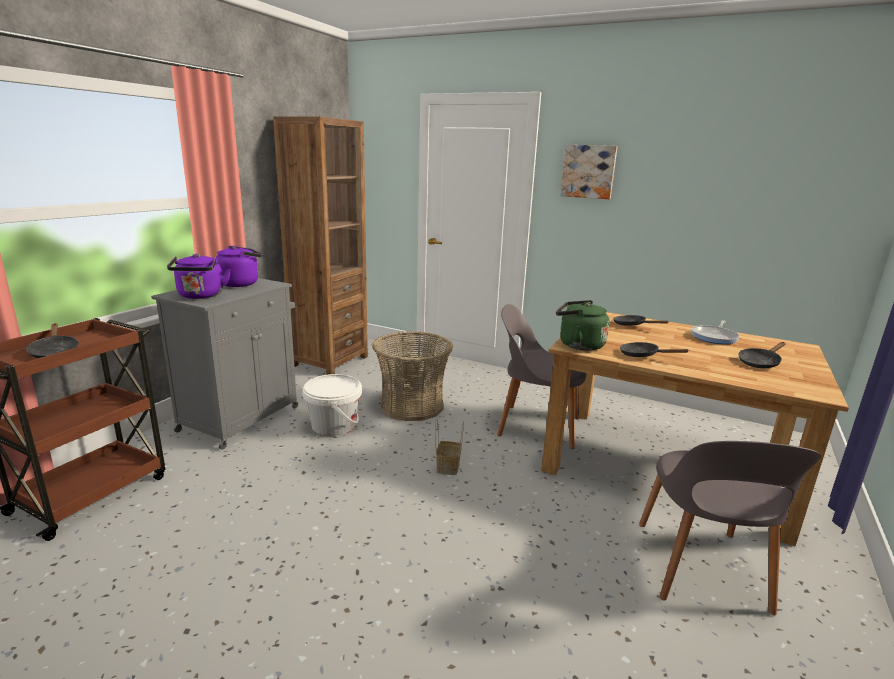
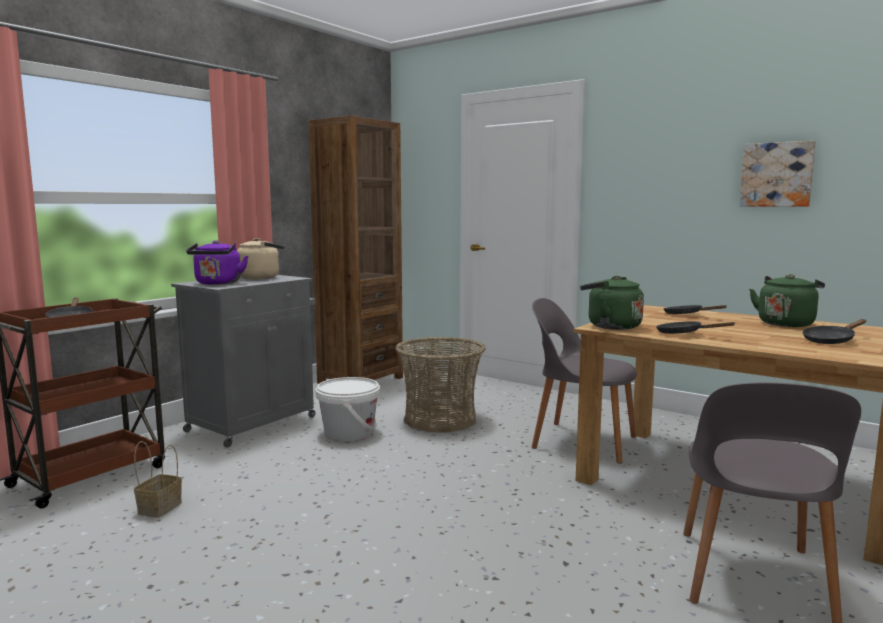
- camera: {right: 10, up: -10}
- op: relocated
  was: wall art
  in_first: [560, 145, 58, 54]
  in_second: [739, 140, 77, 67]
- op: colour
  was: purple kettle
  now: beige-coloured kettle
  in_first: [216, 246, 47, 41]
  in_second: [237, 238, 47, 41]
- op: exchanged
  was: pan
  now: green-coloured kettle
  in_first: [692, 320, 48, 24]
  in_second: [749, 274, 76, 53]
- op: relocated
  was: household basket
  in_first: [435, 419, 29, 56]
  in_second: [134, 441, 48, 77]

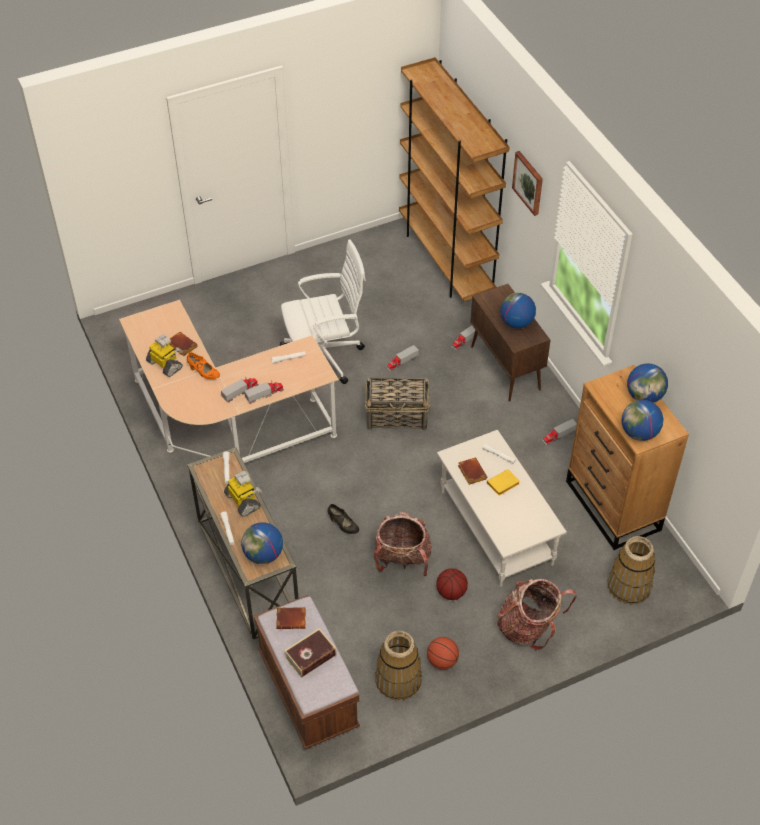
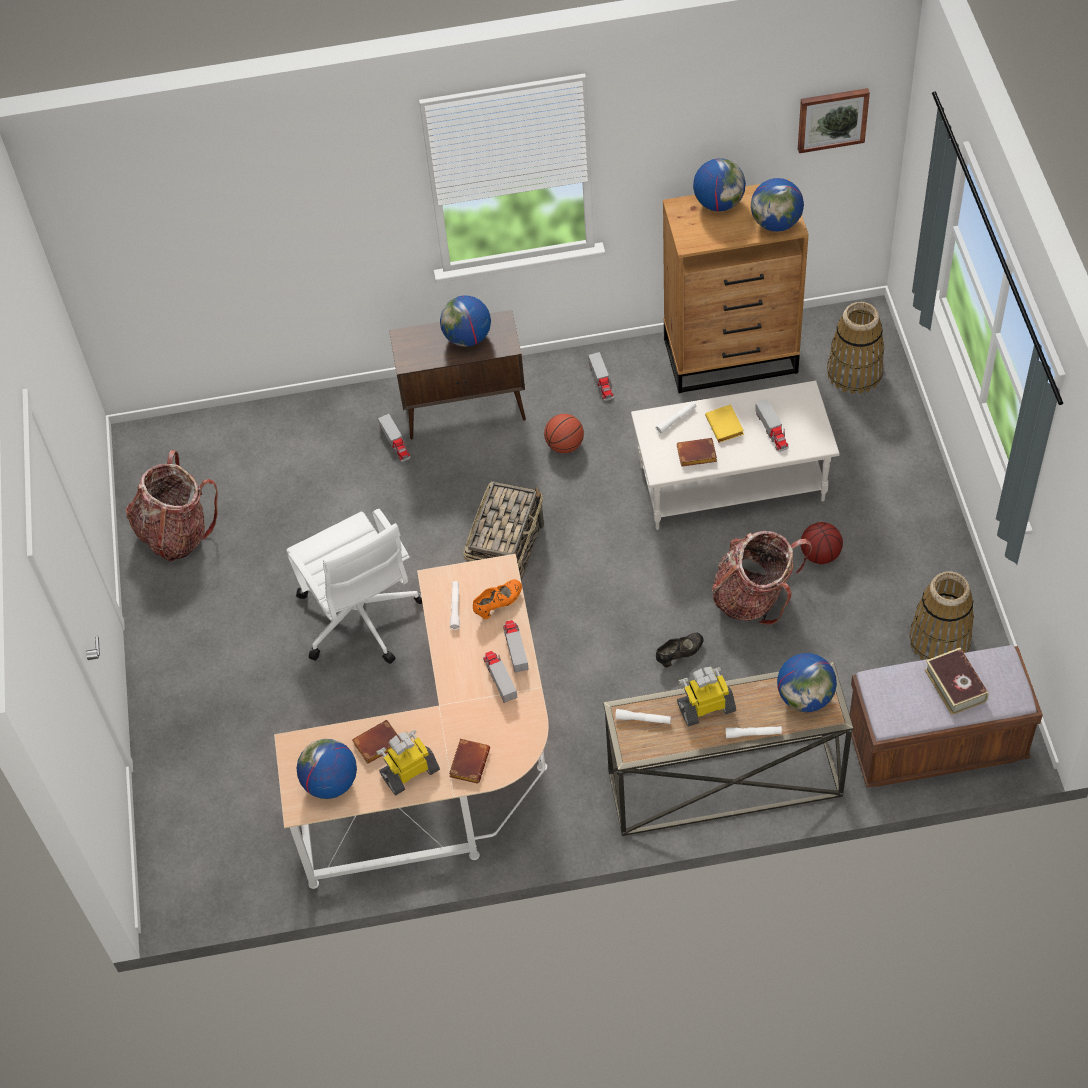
- camera: {right: -70, up: 5}
- op: missing
  was: brown bookshelf
  in_first: [399, 57, 111, 245]
- op: relocated
  was: wall art
  in_first: [512, 151, 31, 65]
  in_second: [798, 88, 72, 65]
- op: spun
  was: white desk chair
  in_first: [280, 239, 86, 145]
  in_second: [286, 509, 136, 155]
  clockwise: 150
- op: relocated
  was: toy truck
  in_first: [386, 345, 33, 26]
  in_second: [755, 399, 34, 53]
- op: relocated
  was: orange low shoe
  in_first: [187, 352, 33, 27]
  in_second: [473, 579, 49, 40]
- op: relocated
  was: rucksack
  in_first: [497, 579, 80, 71]
  in_second: [126, 450, 92, 111]
- op: relocated
  was: brown bound book
  in_first: [276, 607, 30, 22]
  in_second: [449, 739, 41, 45]
- op: relocated
  was: basketball
  in_first: [427, 637, 32, 33]
  in_second: [544, 414, 40, 39]
- op: appeared
  now: world globe
  in_second: [297, 739, 60, 60]

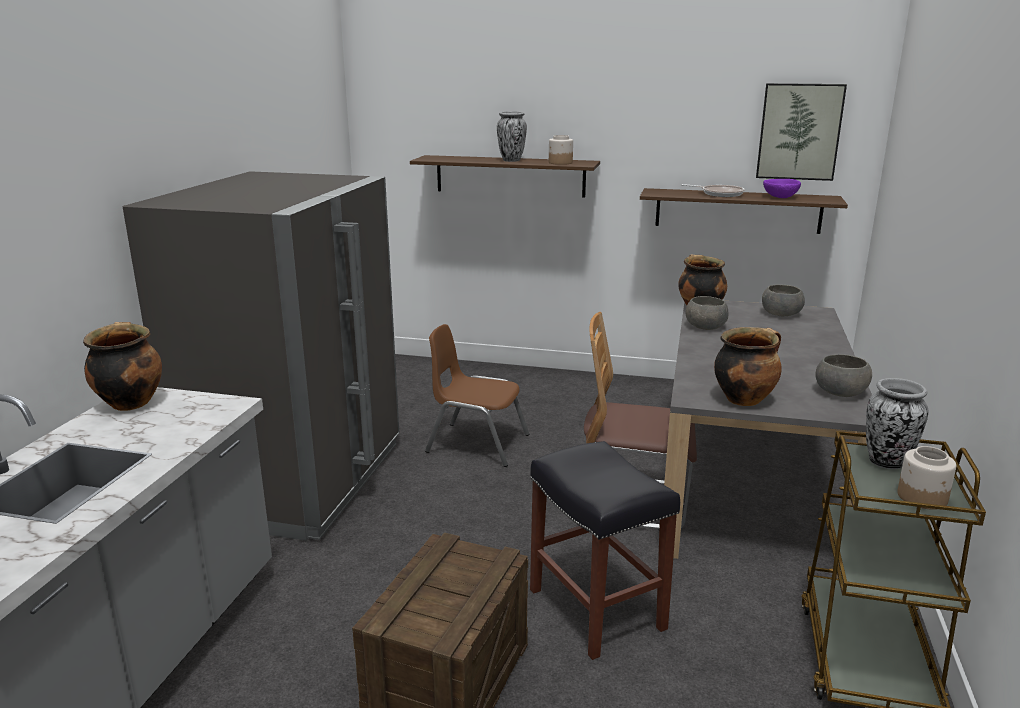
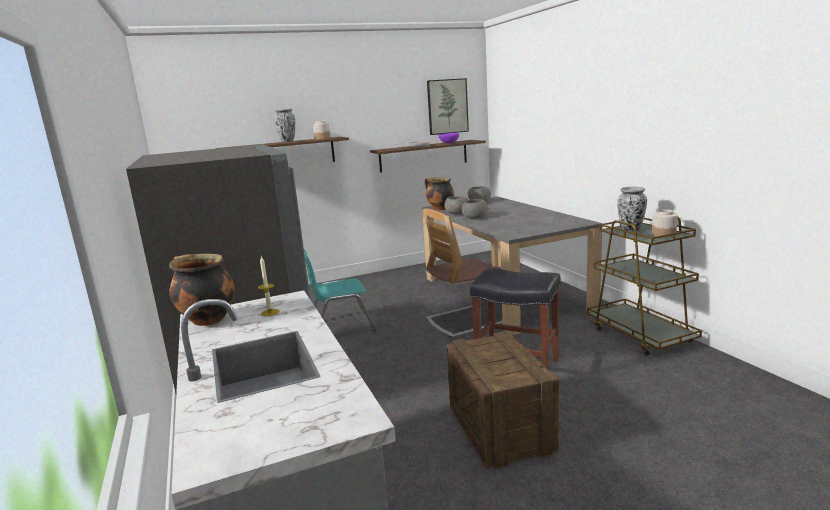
- camera: {right: -35, up: -5}
- op: colour
  was: brown chair
  now: turquoise-coloured chair
  in_first: [425, 324, 104, 143]
  in_second: [304, 250, 73, 81]
- op: missing
  was: saucepot
  in_first: [714, 327, 68, 79]
- op: relocated
  was: greyish deep dish
  in_first: [815, 354, 57, 43]
  in_second: [462, 199, 26, 20]
- op: appeared
  now: wax light
  in_second: [258, 256, 22, 60]

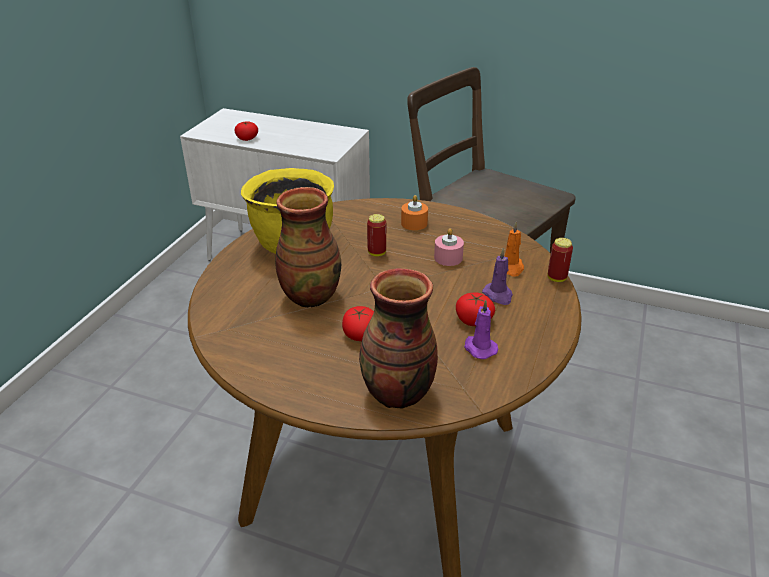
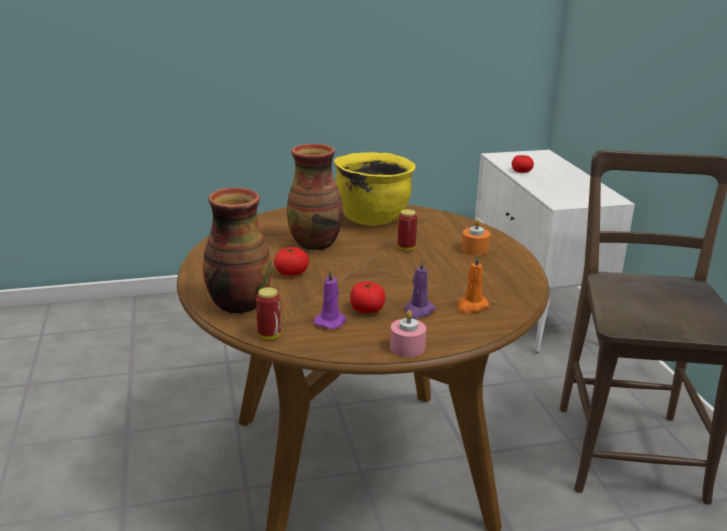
- camera: {right: 55, up: -10}
- op: relocated
  was: pinkish wax light
  in_first: [434, 228, 30, 38]
  in_second: [390, 310, 36, 47]
- op: relocated
  was: metal can
  in_first: [548, 238, 25, 44]
  in_second: [256, 287, 25, 52]

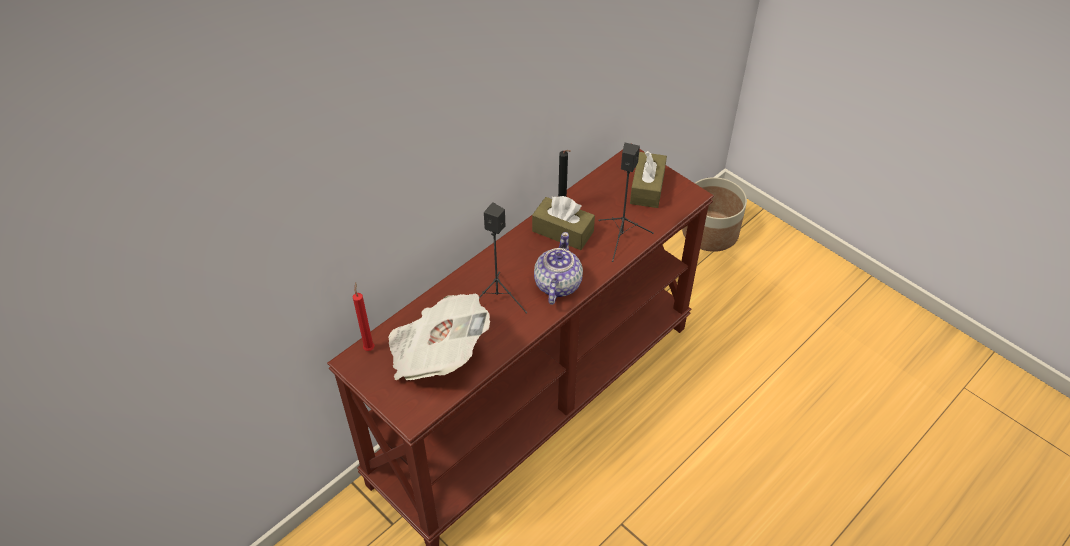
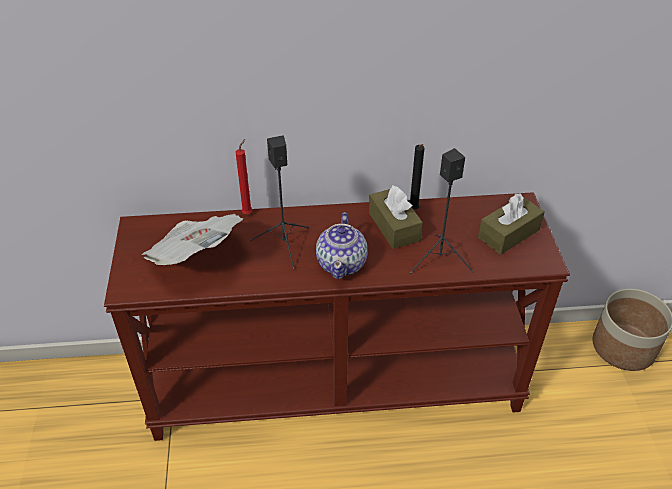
- camera: {right: 40, up: -5}
- op: spun
  was: pot for tea
  in_first: [534, 232, 49, 73]
  in_second: [316, 212, 52, 67]
  clockwise: 135
- op: relocated
  was: red wax light
  in_first: [353, 282, 22, 69]
  in_second: [236, 139, 16, 75]

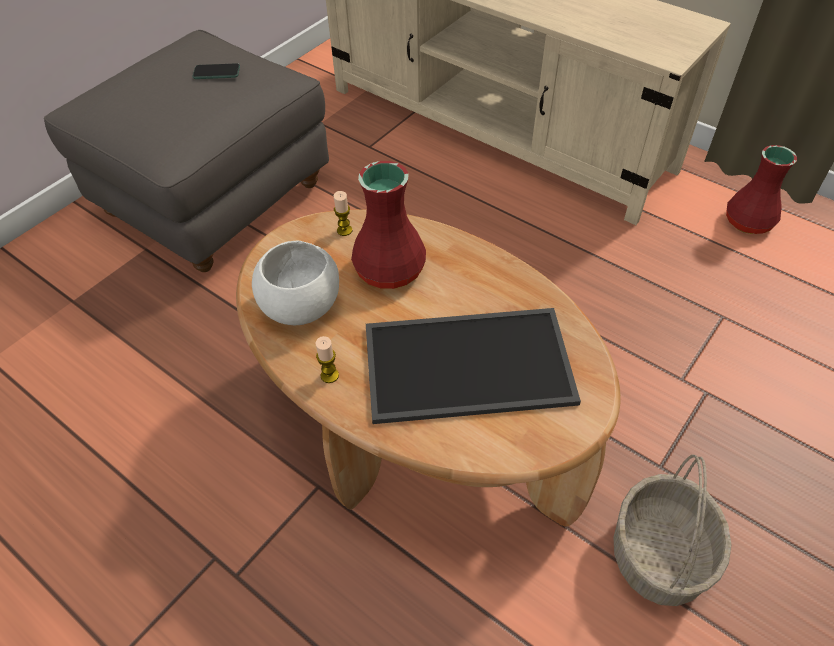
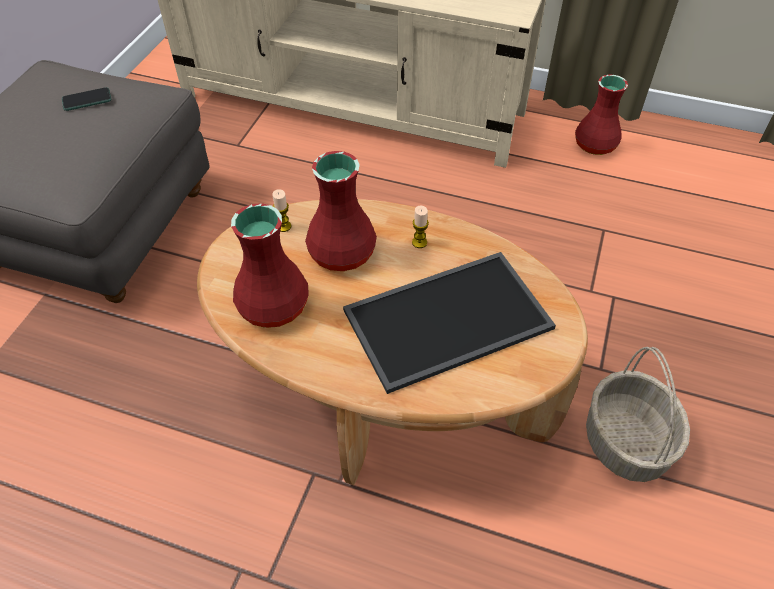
- camera: {right: -20, up: 0}
- op: exchanged
  was: white deep dish
  now: red flower vase
  in_first: [252, 240, 87, 85]
  in_second: [231, 203, 78, 125]
- op: relocated
  was: wax light
  in_first: [316, 336, 23, 47]
  in_second: [412, 206, 17, 42]

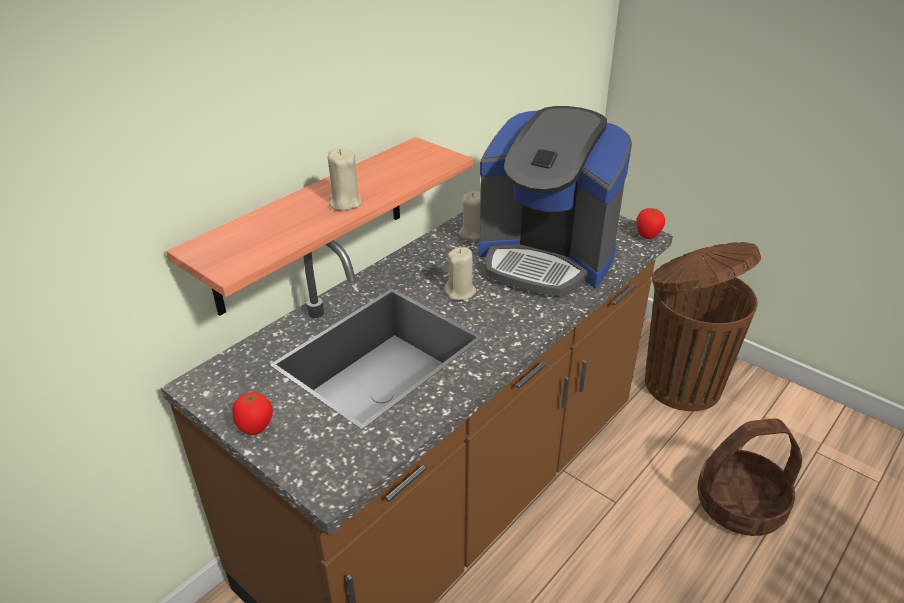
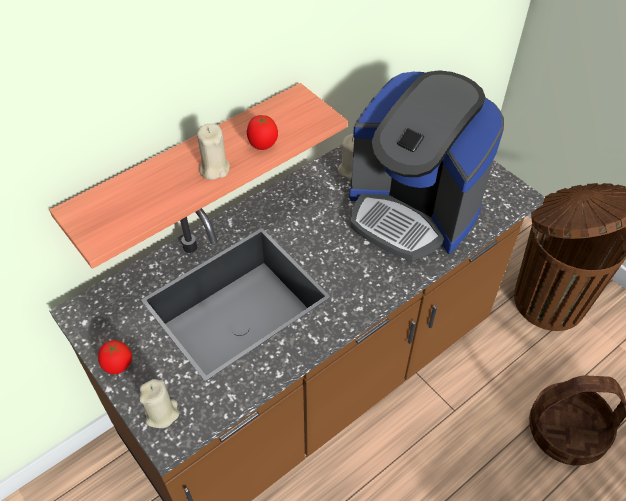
- camera: {right: 10, up: 15}
- op: relocated
  was: fresh tomato
  in_first: [636, 208, 29, 31]
  in_second: [247, 115, 31, 35]
- op: relocated
  was: beige-coloured wax light
  in_first: [445, 247, 31, 53]
  in_second: [139, 379, 40, 49]

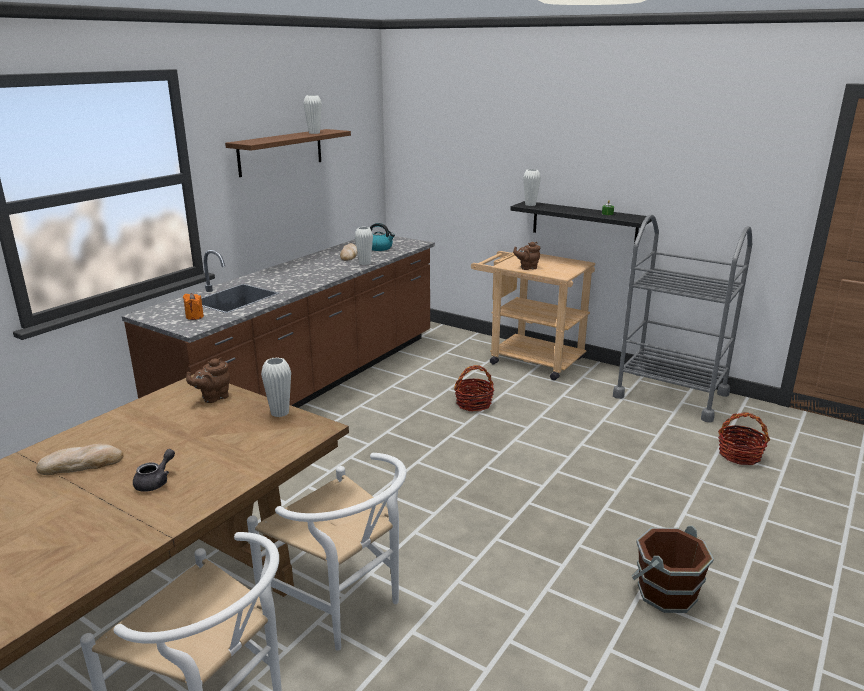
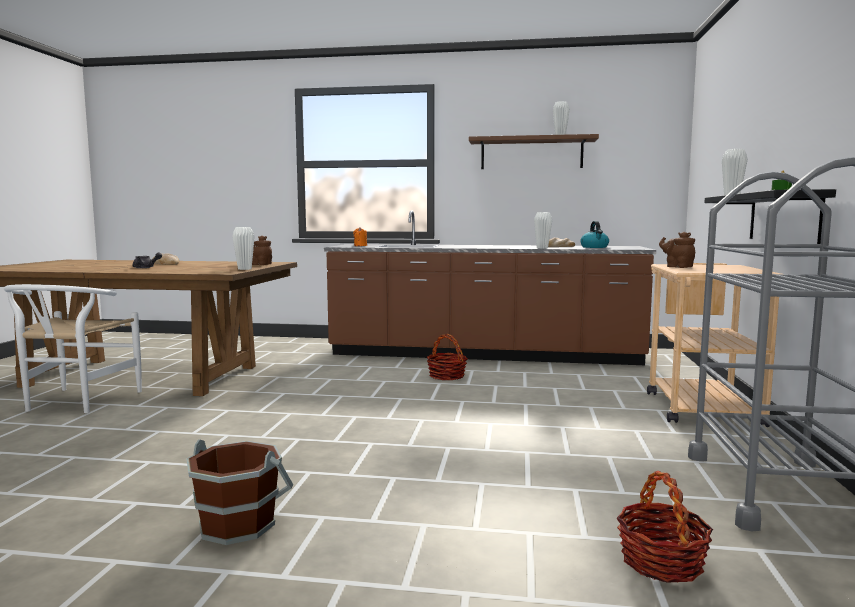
- camera: {right: 65, up: -15}
- op: relocated
  was: household basket
  in_first: [454, 365, 40, 46]
  in_second: [427, 334, 40, 46]
- op: missing
  was: white chair
  in_first: [247, 453, 159, 198]

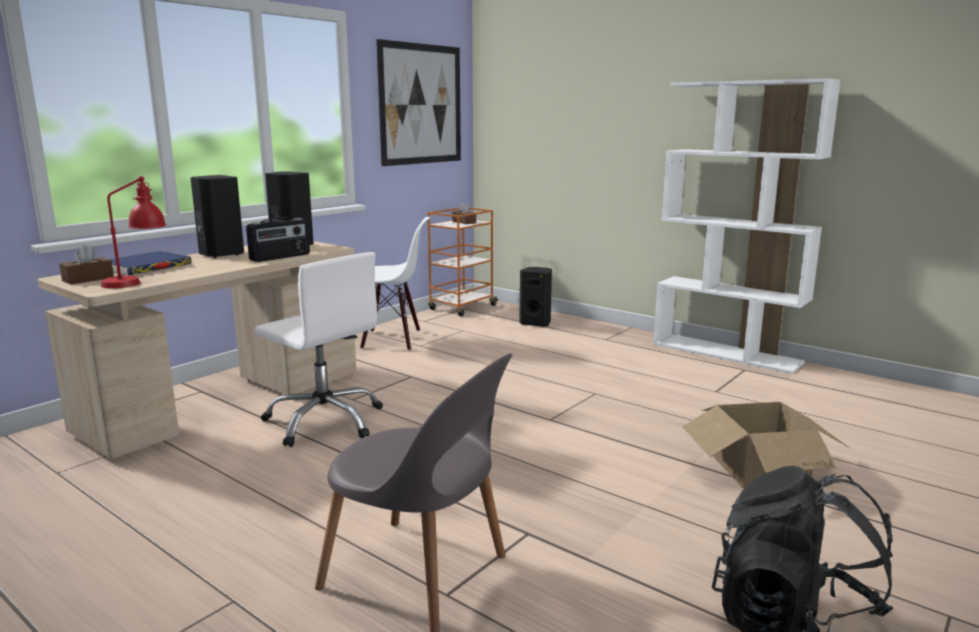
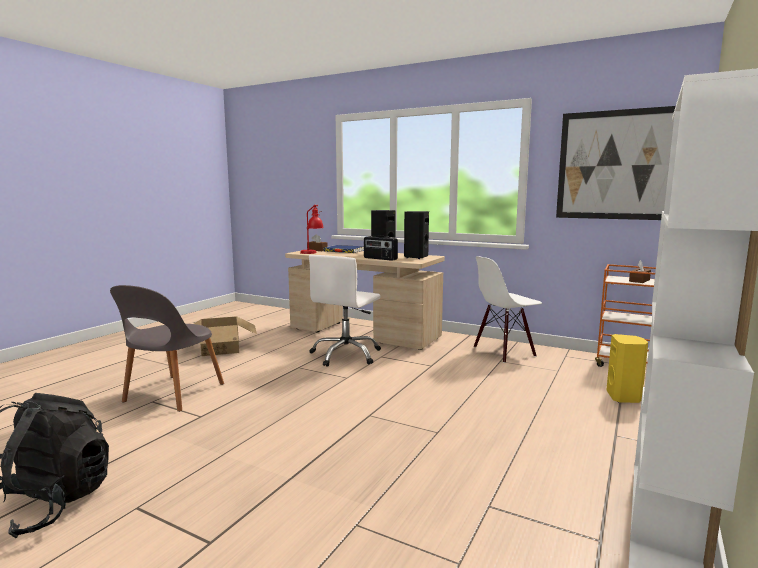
- camera: {right: 80, up: -5}
- op: spun
  was: white chair
  in_first: [360, 217, 70, 134]
  in_second: [474, 256, 68, 107]
  clockwise: 75
- op: colour
  was: black-coloured loudspeaker
  now: yellow-coloured loudspeaker
  in_first: [519, 267, 33, 60]
  in_second: [606, 334, 42, 69]
- op: relocated
  was: cardboard box
  in_first: [682, 402, 167, 86]
  in_second: [194, 317, 63, 39]

